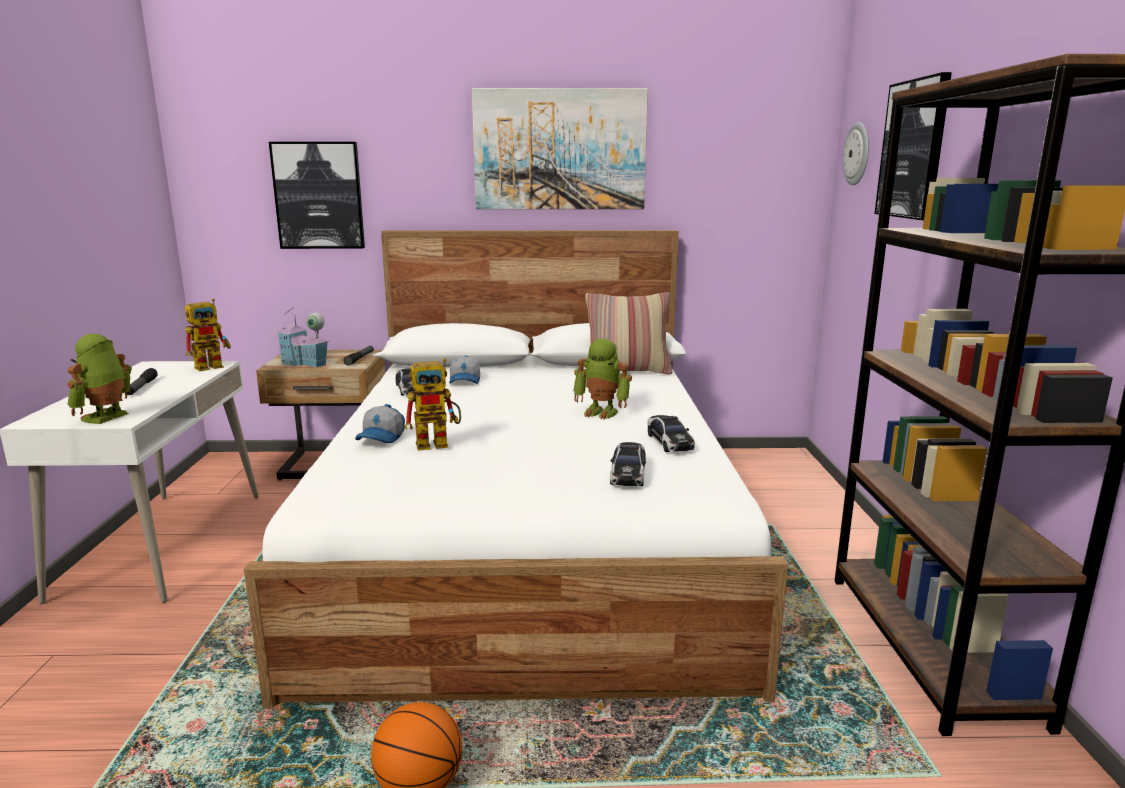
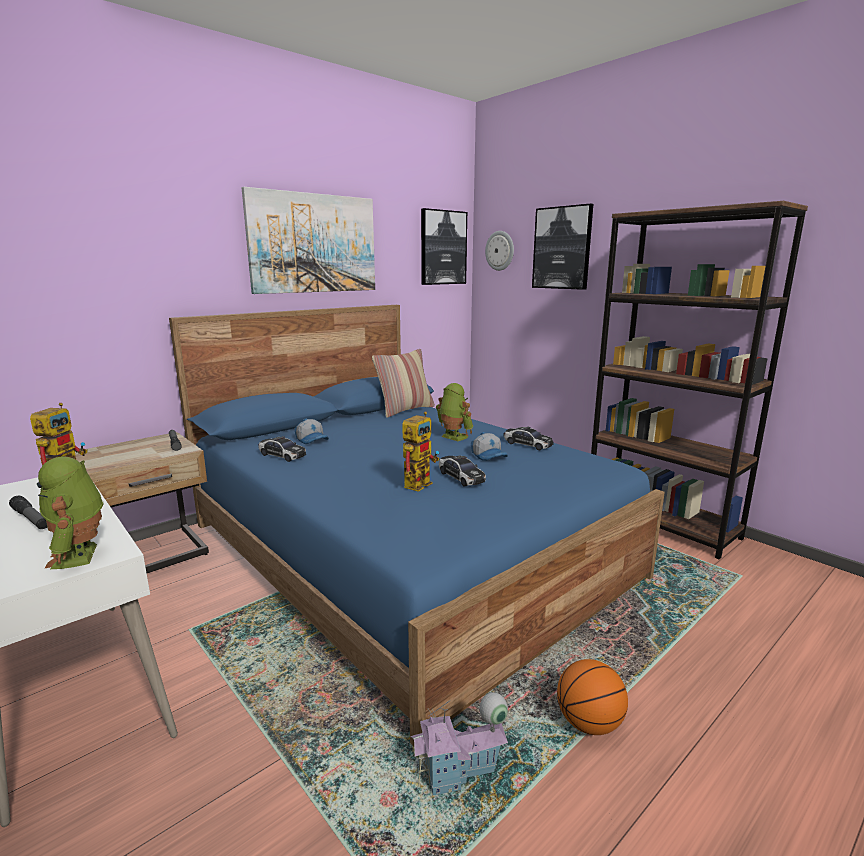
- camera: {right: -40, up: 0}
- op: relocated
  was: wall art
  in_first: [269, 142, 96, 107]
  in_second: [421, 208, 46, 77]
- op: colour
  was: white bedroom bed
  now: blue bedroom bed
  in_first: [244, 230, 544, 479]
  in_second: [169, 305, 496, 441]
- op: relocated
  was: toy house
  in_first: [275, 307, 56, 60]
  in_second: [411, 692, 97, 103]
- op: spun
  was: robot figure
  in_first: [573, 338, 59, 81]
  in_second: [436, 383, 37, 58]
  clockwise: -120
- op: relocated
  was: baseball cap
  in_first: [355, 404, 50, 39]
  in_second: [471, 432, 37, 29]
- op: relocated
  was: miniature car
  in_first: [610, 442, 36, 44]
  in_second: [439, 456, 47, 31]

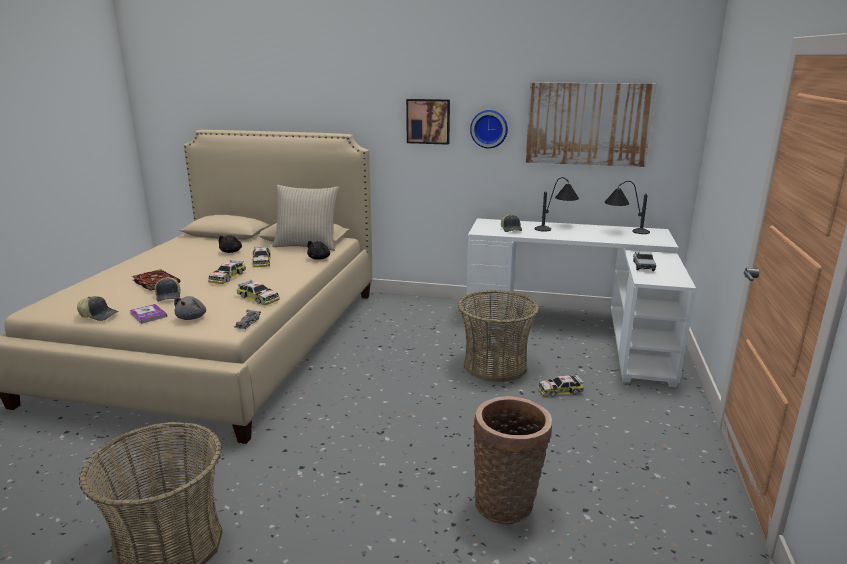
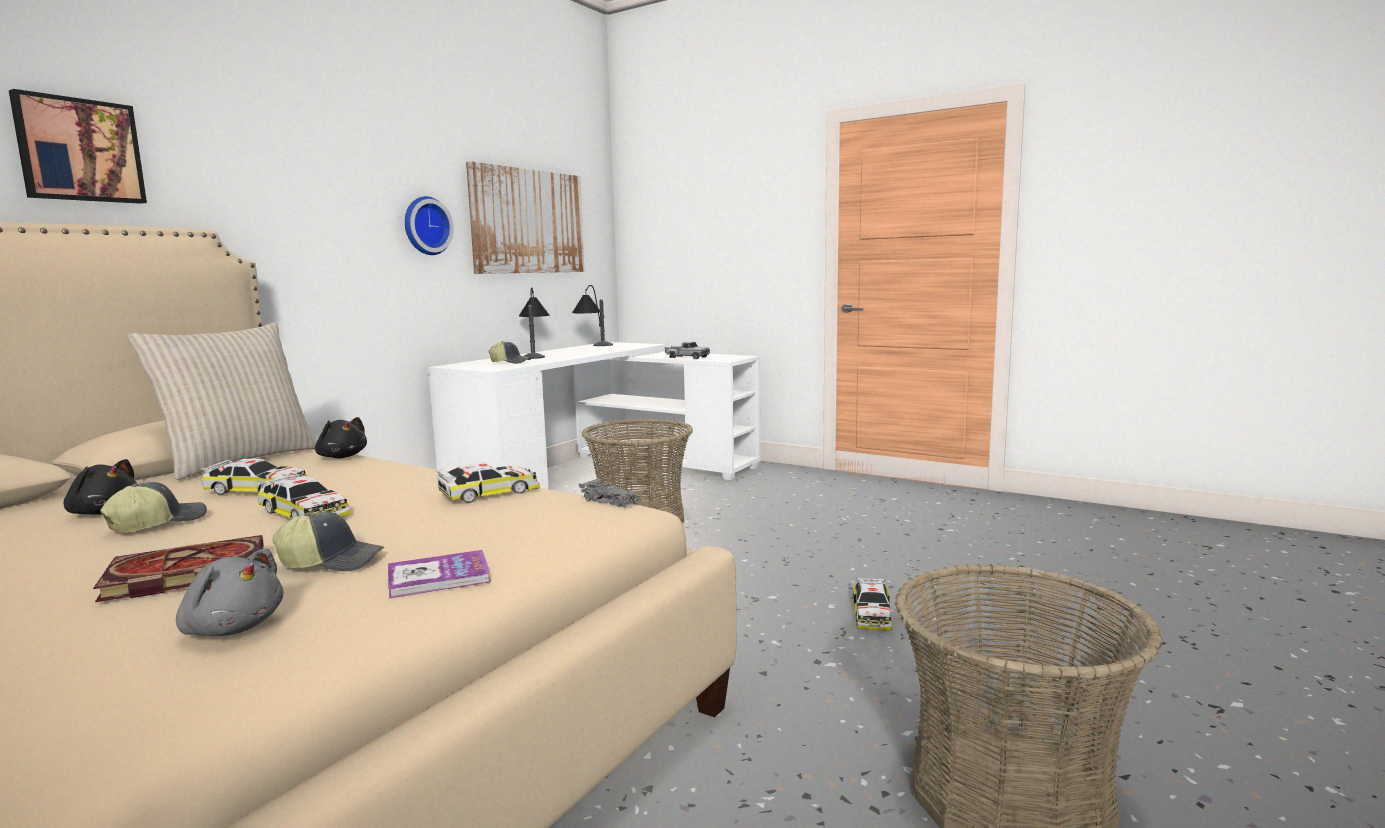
- camera: {right: -70, up: -10}
- op: relocated
  was: wall art
  in_first: [406, 99, 44, 46]
  in_second: [9, 89, 138, 115]
- op: relocated
  was: baseball cap
  in_first: [77, 296, 42, 25]
  in_second: [100, 482, 107, 51]
- op: relocated
  was: greyish soft toy
  in_first: [174, 296, 32, 24]
  in_second: [176, 548, 108, 88]
- op: relocated
  was: miniature car
  in_first: [537, 374, 47, 23]
  in_second: [853, 578, 39, 52]
- op: missing
  was: household basket
  in_first: [473, 396, 79, 128]

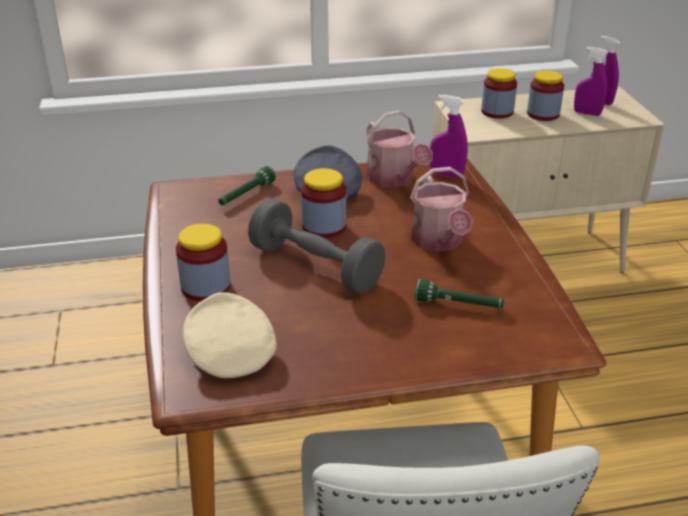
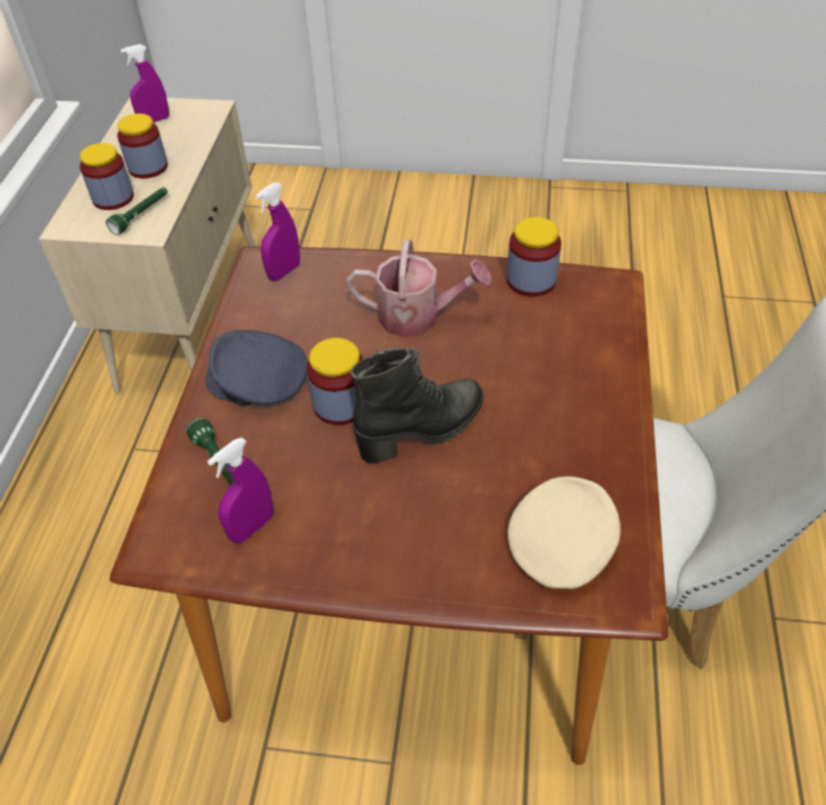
- camera: {right: -70, up: 15}
- op: relocated
  was: purple sprayer
  in_first: [574, 47, 34, 69]
  in_second: [207, 437, 66, 106]
- op: missing
  was: watering can
  in_first: [367, 110, 66, 77]
- op: exchanged
  was: greyish hand weight
  now: black-coloured high-top boot
  in_first: [248, 198, 138, 96]
  in_second: [350, 347, 133, 117]
- op: relocated
  was: storage jar
  in_first: [176, 224, 55, 77]
  in_second: [507, 217, 54, 80]
- op: relocated
  was: green-coloured torch
  in_first: [415, 279, 89, 29]
  in_second: [106, 187, 62, 48]
- op: spun
  was: beige-coloured baseball cap
  in_first: [183, 292, 94, 86]
  in_second: [508, 476, 113, 113]
  clockwise: 135

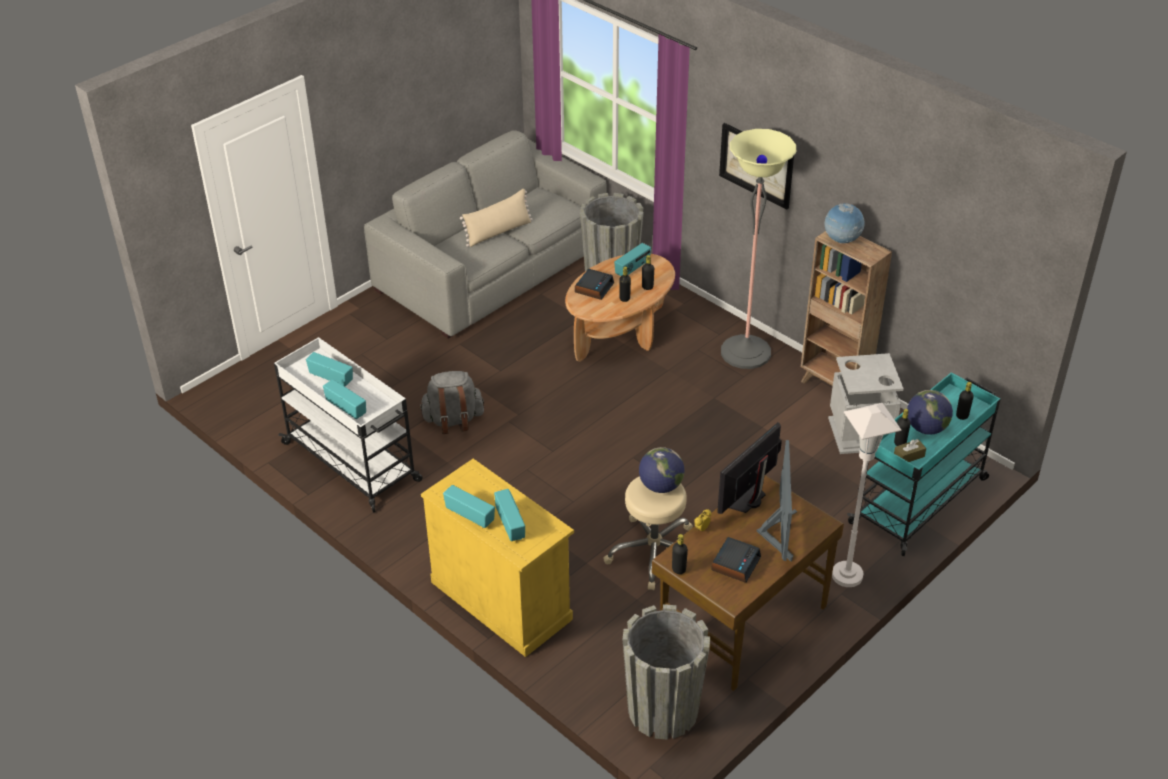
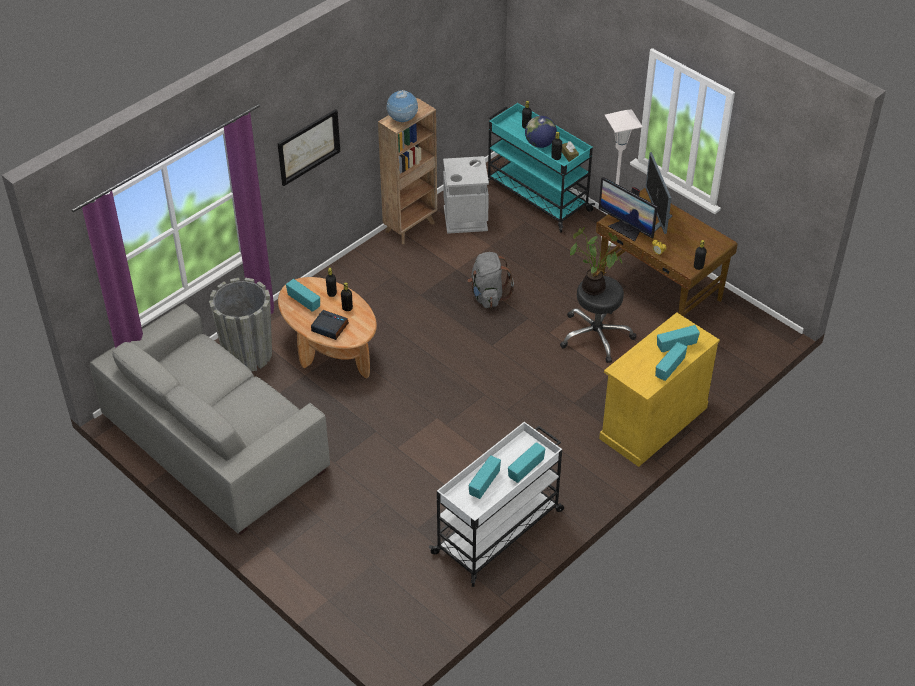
- camera: {right: -90, up: 5}
- op: missing
  was: floor lamp
  in_first: [721, 129, 75, 240]
- op: missing
  was: beige-coloured pillow
  in_first: [460, 189, 73, 58]
- op: relocated
  was: greyish rucksack
  in_first: [419, 371, 65, 63]
  in_second: [467, 252, 47, 56]
- op: spun
  was: monitor
  in_first: [757, 440, 40, 122]
  in_second: [646, 152, 27, 82]
  clockwise: -105
- op: exchanged
  was: world globe
  now: potted plant
  in_first: [639, 447, 46, 46]
  in_second: [570, 227, 52, 68]
- op: colour
  was: beige-coloured stool seat
  now: black-coloured stool seat
  in_first: [603, 476, 90, 114]
  in_second: [560, 276, 76, 87]
- op: missing
  was: table clock
  in_first: [711, 537, 50, 46]
- op: missing
  was: greyish flower pot
  in_first: [623, 604, 87, 136]

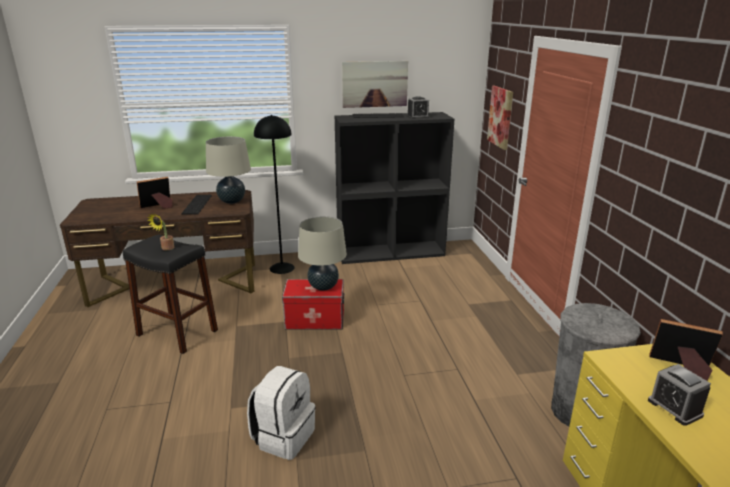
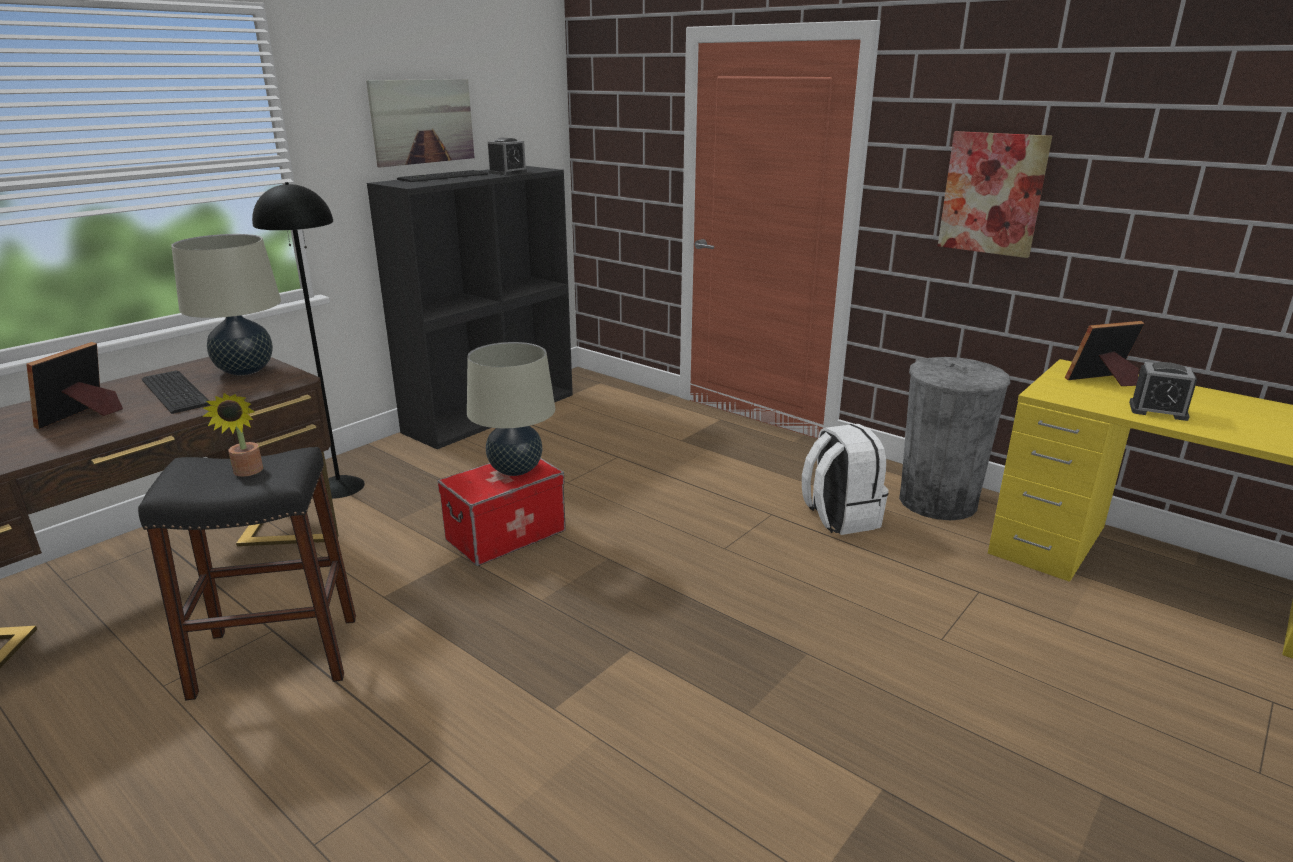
- camera: {right: -40, up: 0}
- op: relocated
  was: wall art
  in_first: [487, 86, 26, 64]
  in_second: [938, 131, 114, 127]
- op: relocated
  was: white rucksack
  in_first: [247, 366, 69, 94]
  in_second: [802, 424, 87, 111]

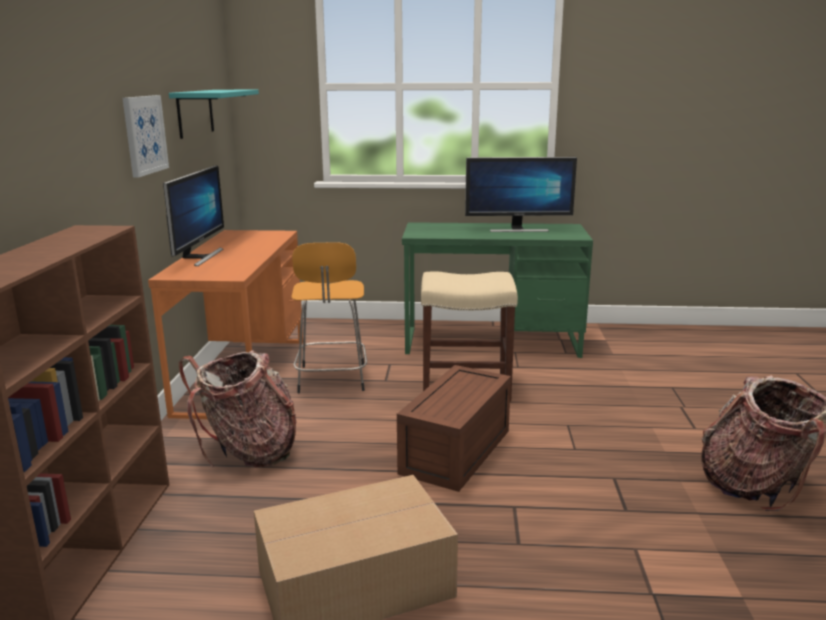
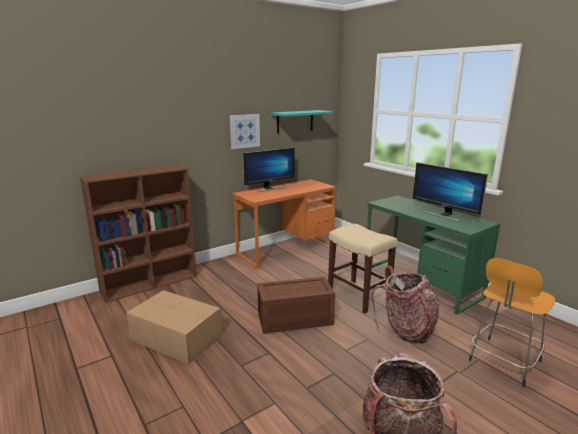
- camera: {right: 50, up: 0}
- op: relocated
  was: orange stool seat
  in_first: [291, 242, 76, 151]
  in_second: [469, 258, 86, 129]
- op: relocated
  was: rucksack
  in_first: [178, 350, 119, 117]
  in_second: [372, 265, 67, 79]

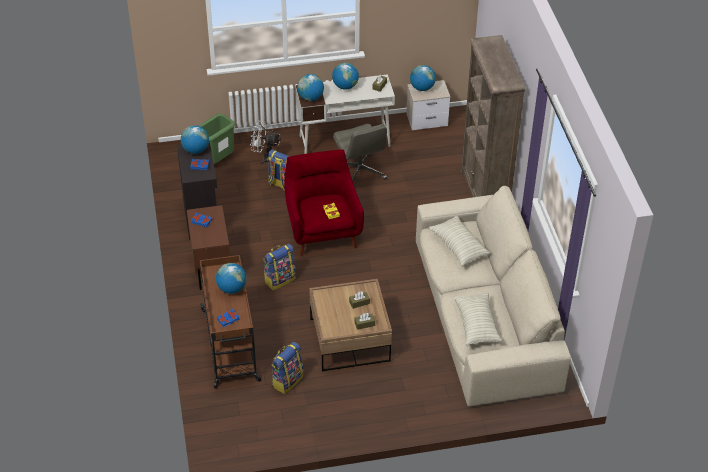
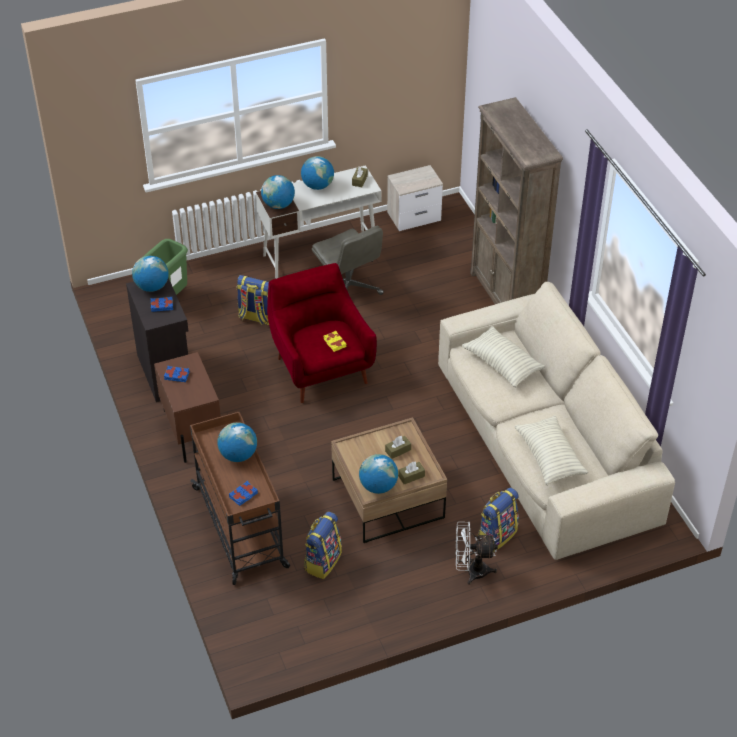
- camera: {right: -10, up: 0}
- op: relocated
  was: world globe
  in_first: [410, 65, 26, 26]
  in_second: [359, 454, 39, 40]
- op: relocated
  was: white cooling fan
  in_first: [251, 121, 30, 44]
  in_second: [456, 522, 42, 63]
- op: relocated
  was: rucksack
  in_first: [264, 244, 32, 46]
  in_second: [477, 487, 42, 65]

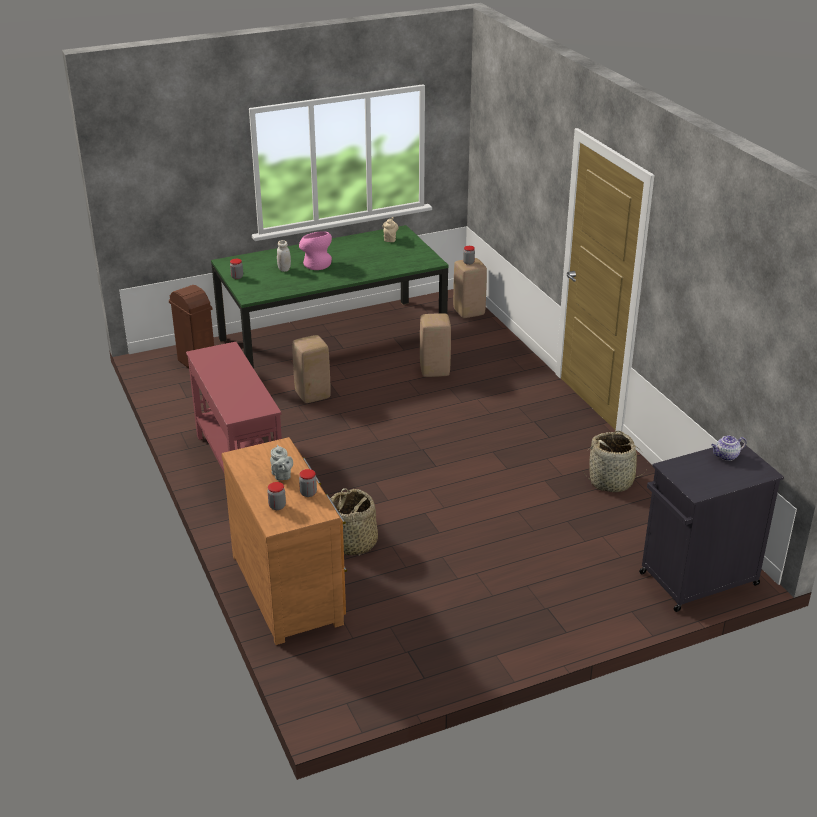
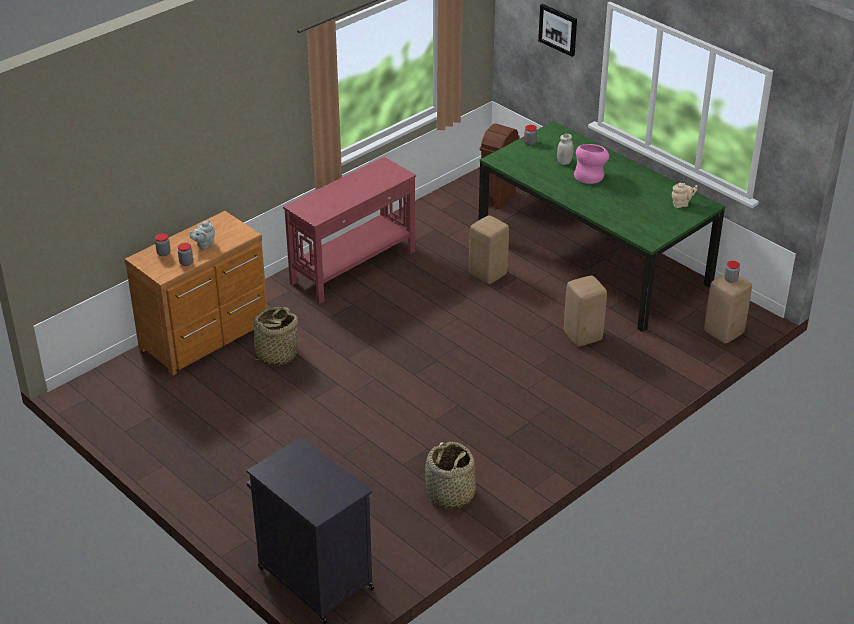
- camera: {right: 70, up: 5}
- op: missing
  was: pot for tea
  in_first: [711, 435, 35, 26]
- op: appeared
  now: wall art
  in_second: [538, 4, 39, 53]

